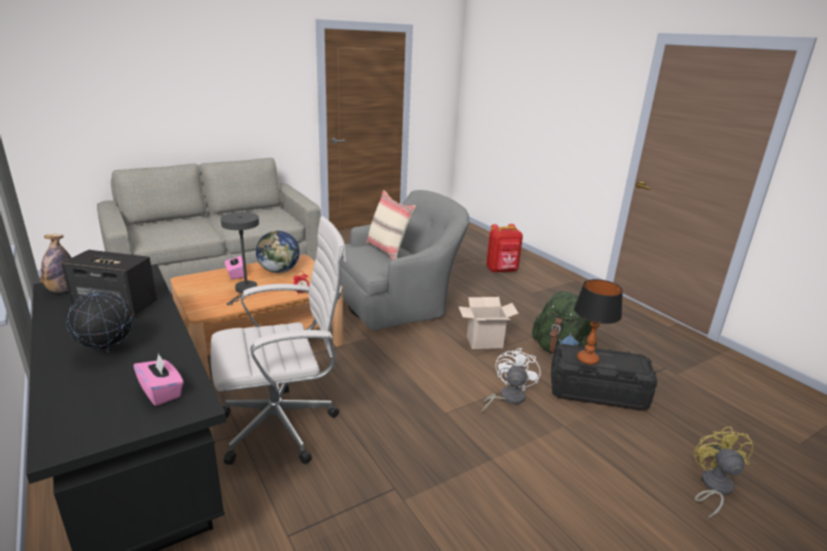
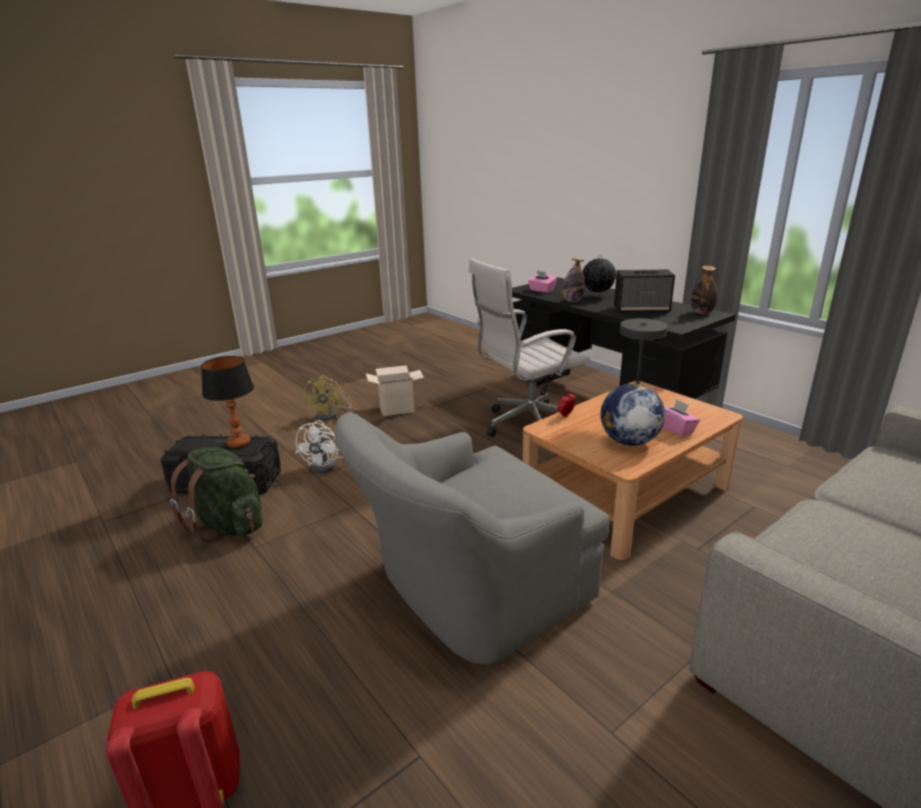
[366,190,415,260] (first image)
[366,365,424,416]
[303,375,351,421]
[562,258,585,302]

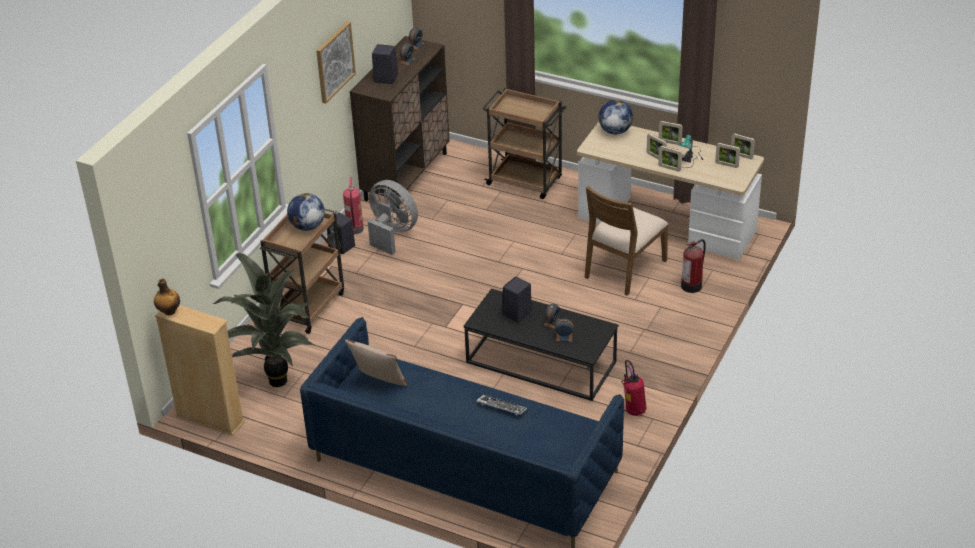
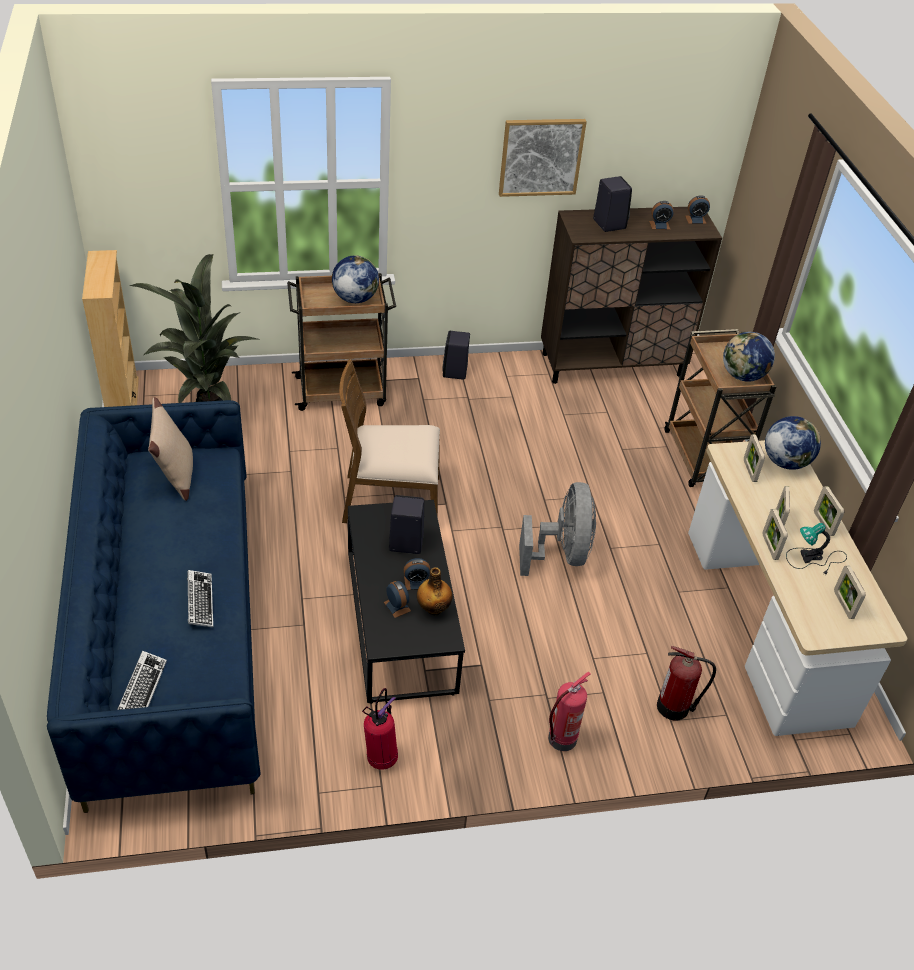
[744,434,765,482]
[548,672,591,751]
[519,482,596,576]
[339,359,440,523]
[417,567,452,615]
[723,332,775,382]
[117,651,167,710]

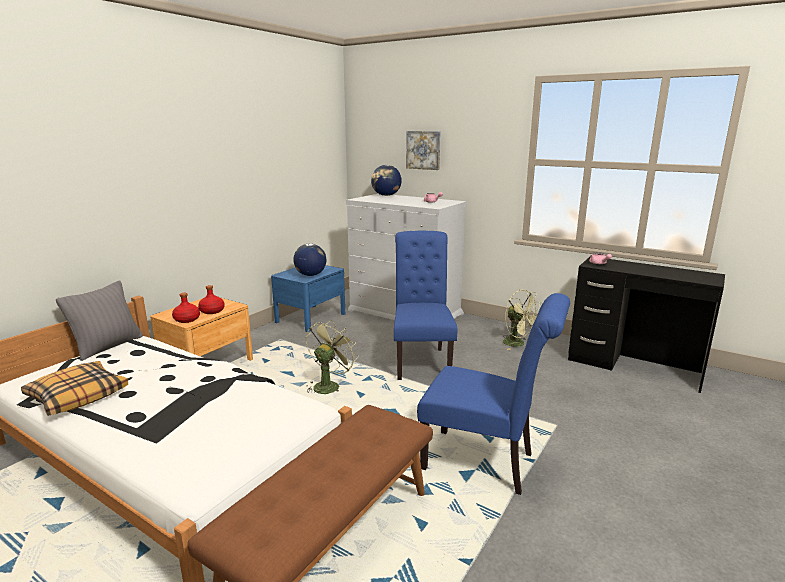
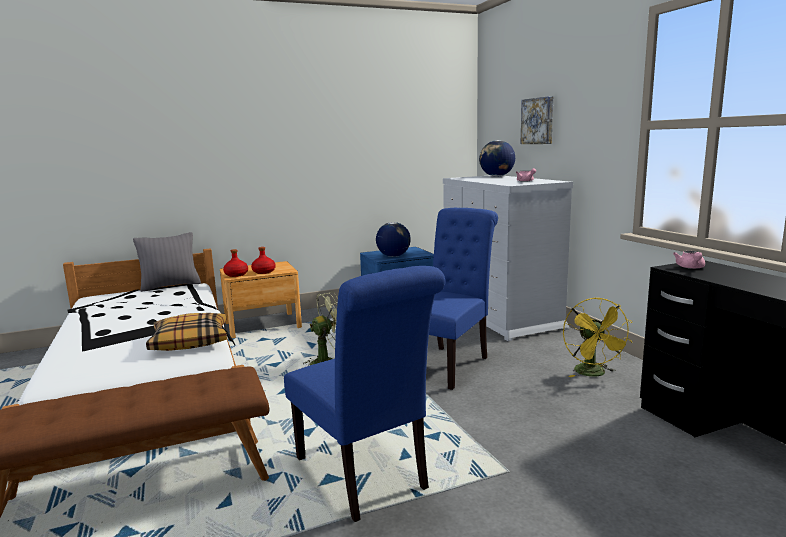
[563,297,632,377]
[146,313,227,351]

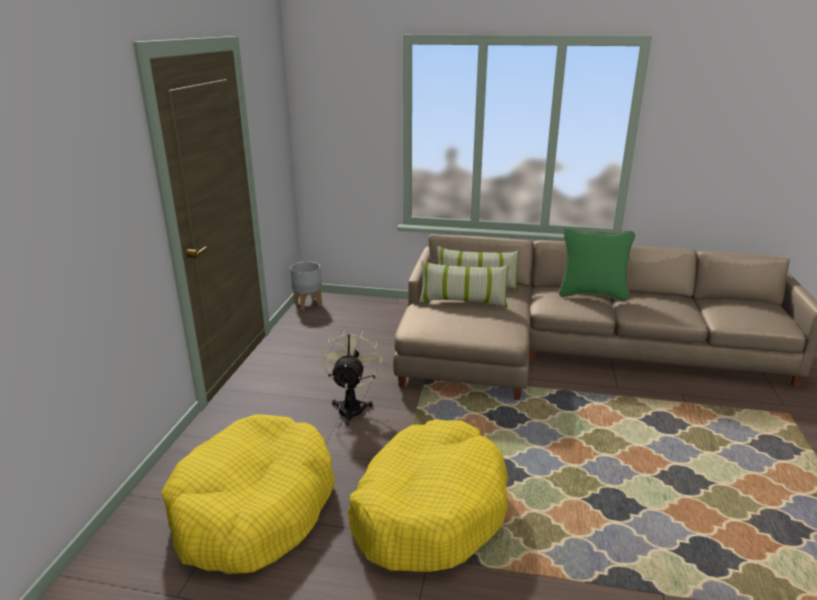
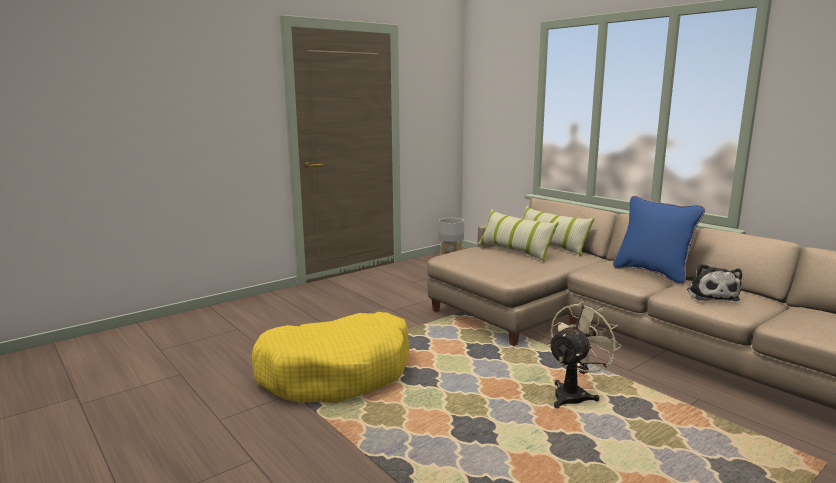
[613,196,705,284]
[548,301,622,408]
[162,414,335,574] (first image)
[687,264,742,301]

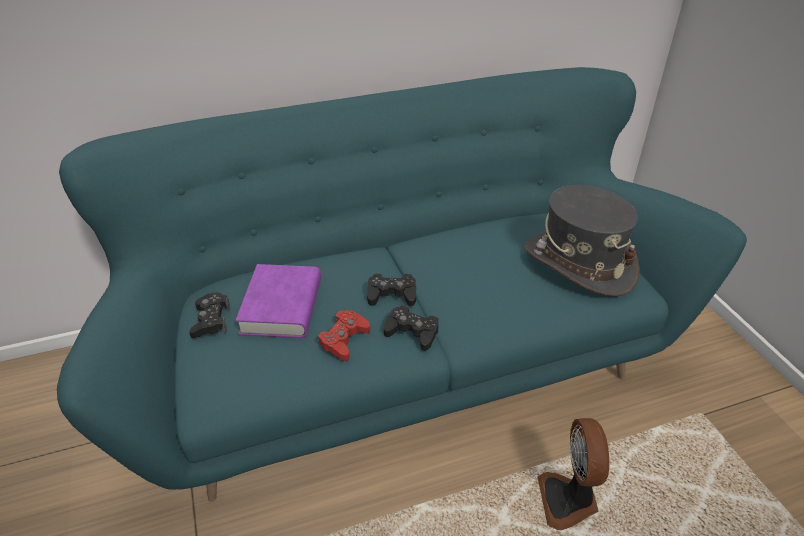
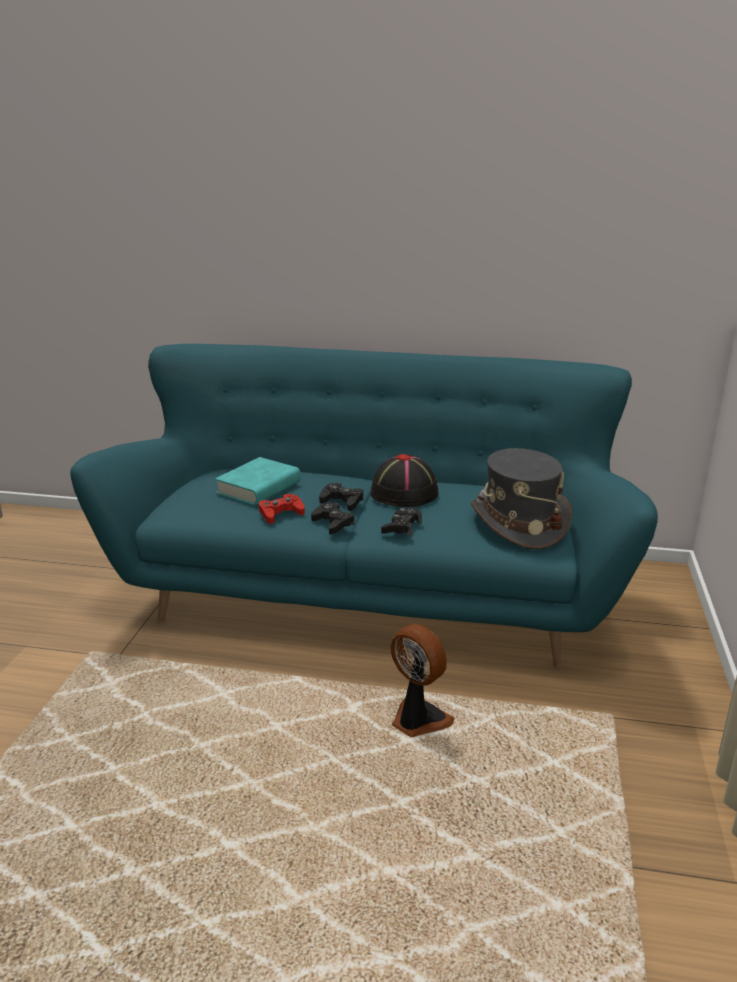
[215,457,301,506]
[381,507,422,537]
[391,624,454,737]
[371,454,439,507]

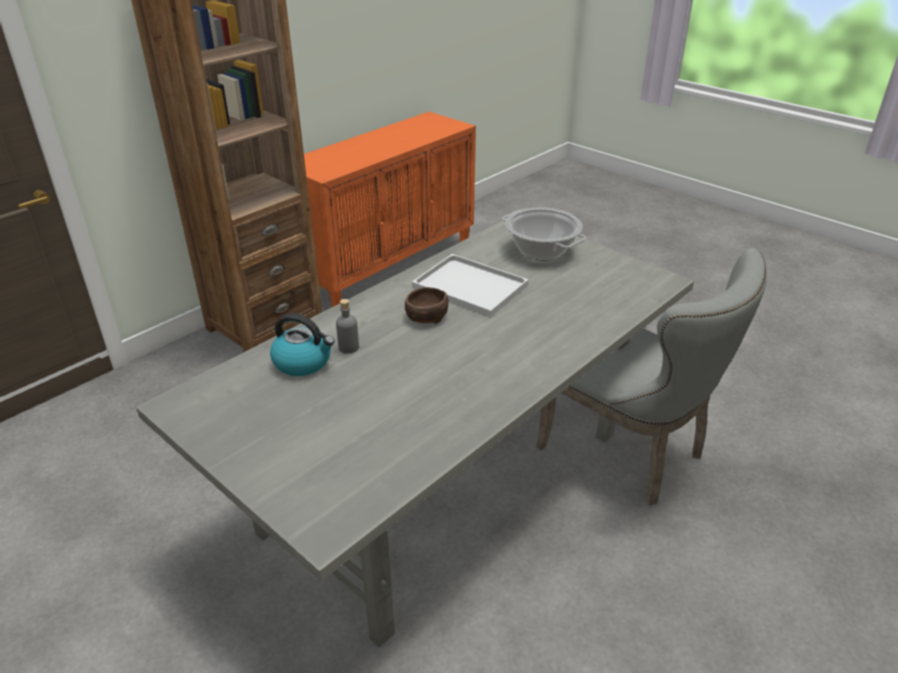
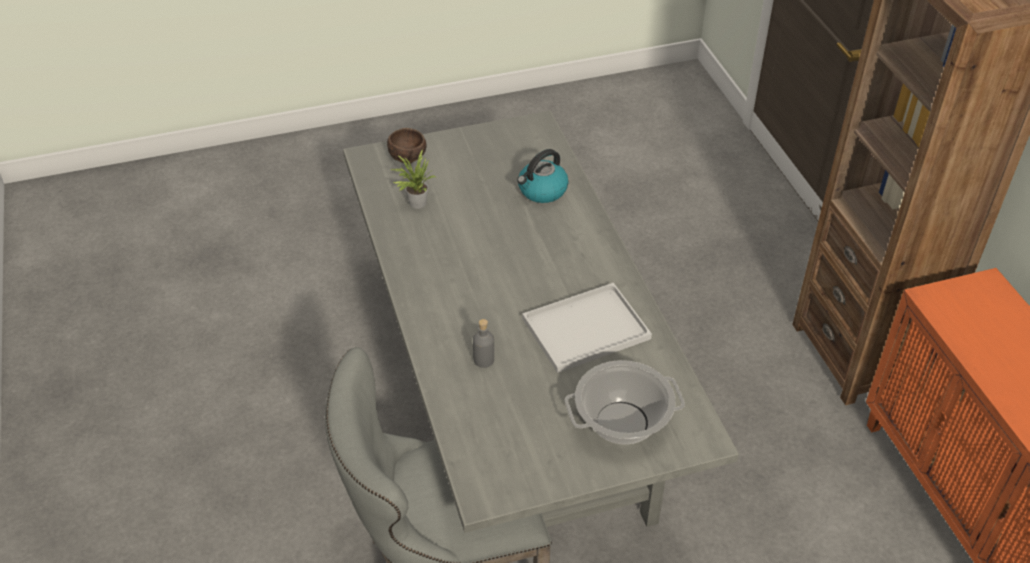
[387,128,426,164]
[473,319,494,368]
[391,149,436,209]

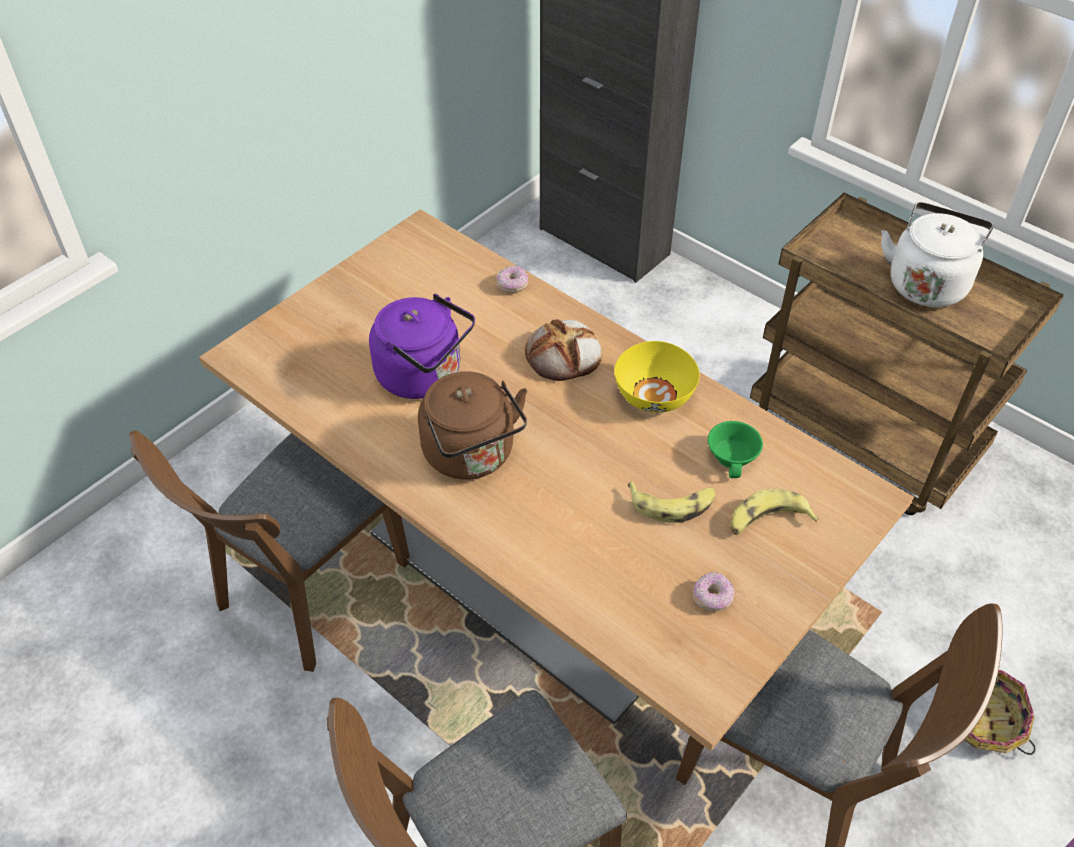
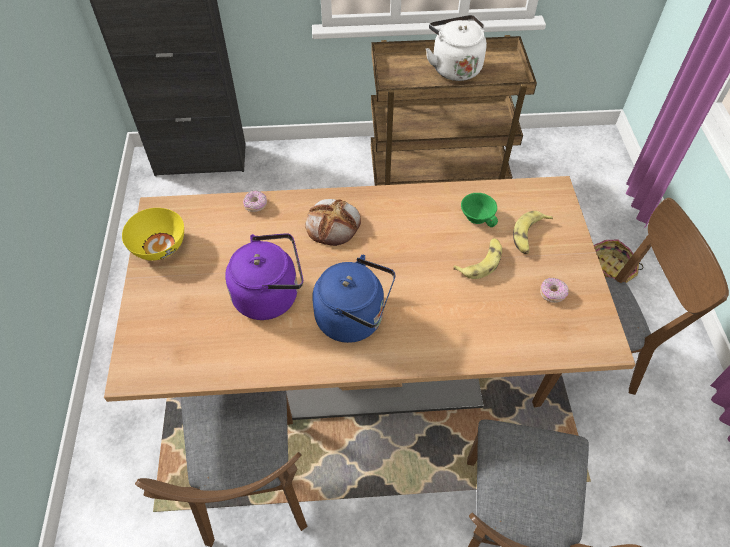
[122,208,184,261]
[312,255,395,343]

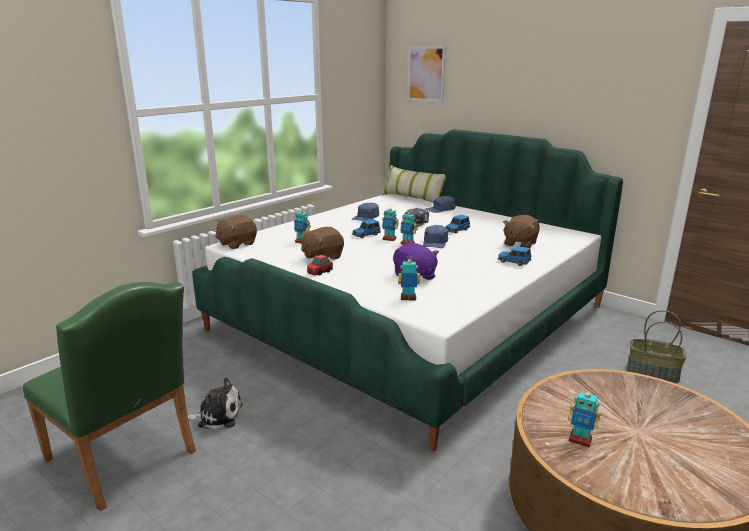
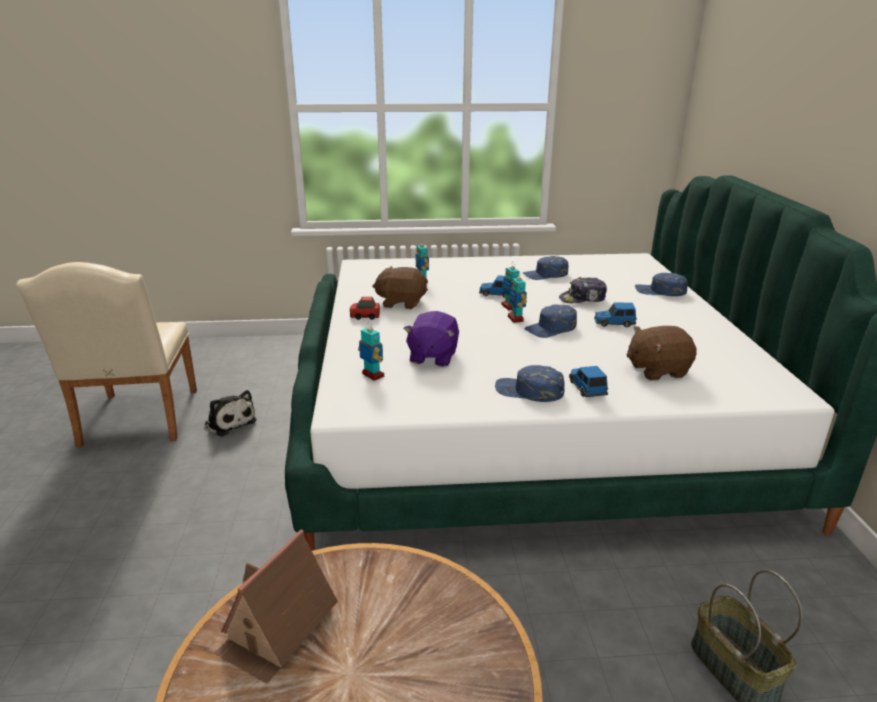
[408,46,446,103] (first image)
[382,165,446,203] (first image)
[215,215,257,249] (first image)
[16,262,197,448]
[214,530,338,684]
[495,365,565,402]

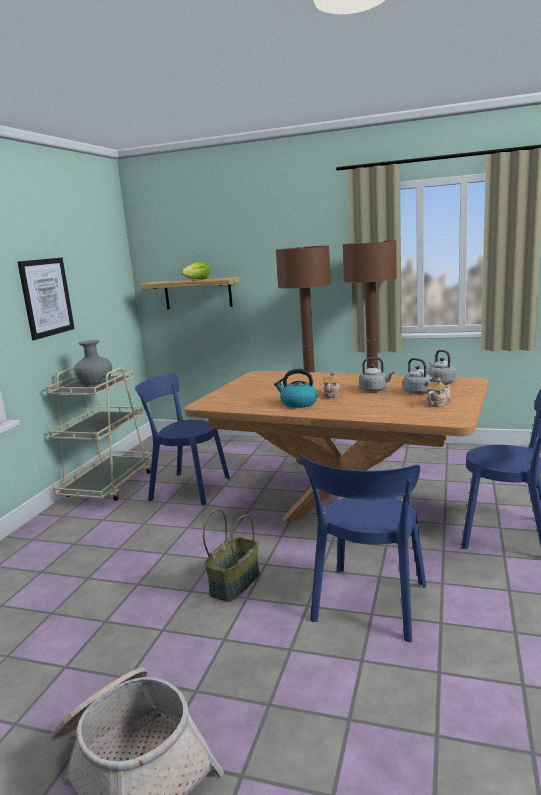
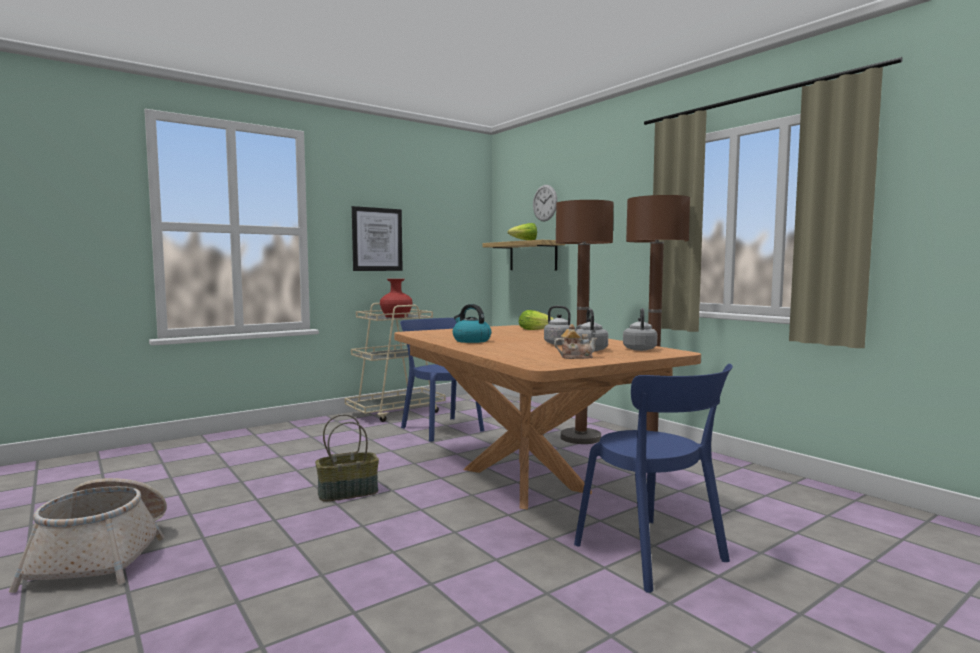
[380,279,412,318]
[323,371,341,398] (first image)
[300,454,426,642] (first image)
[533,185,558,221]
[519,310,554,330]

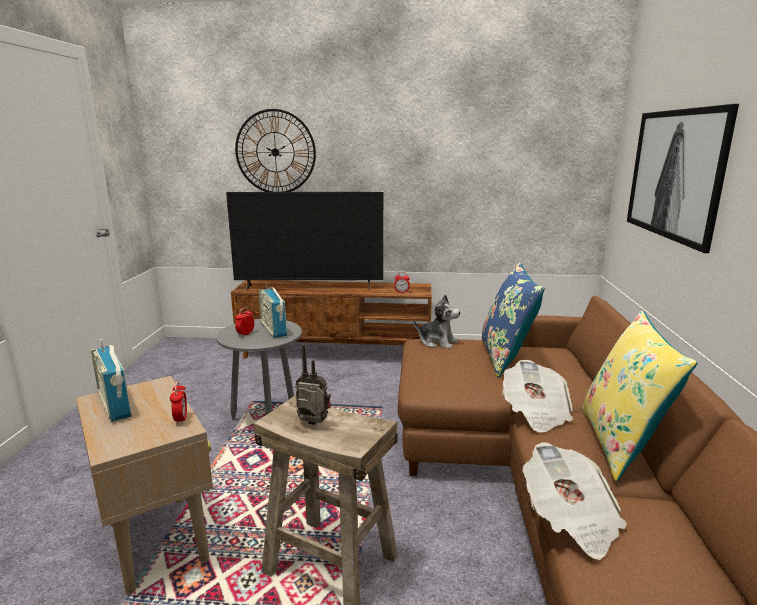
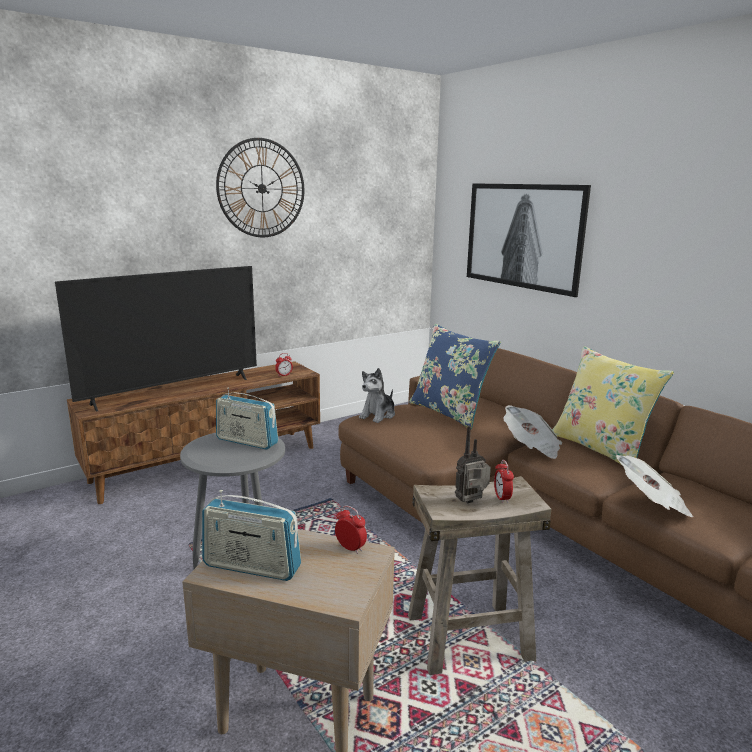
[216,138,304,237]
[359,368,395,423]
[494,460,514,503]

